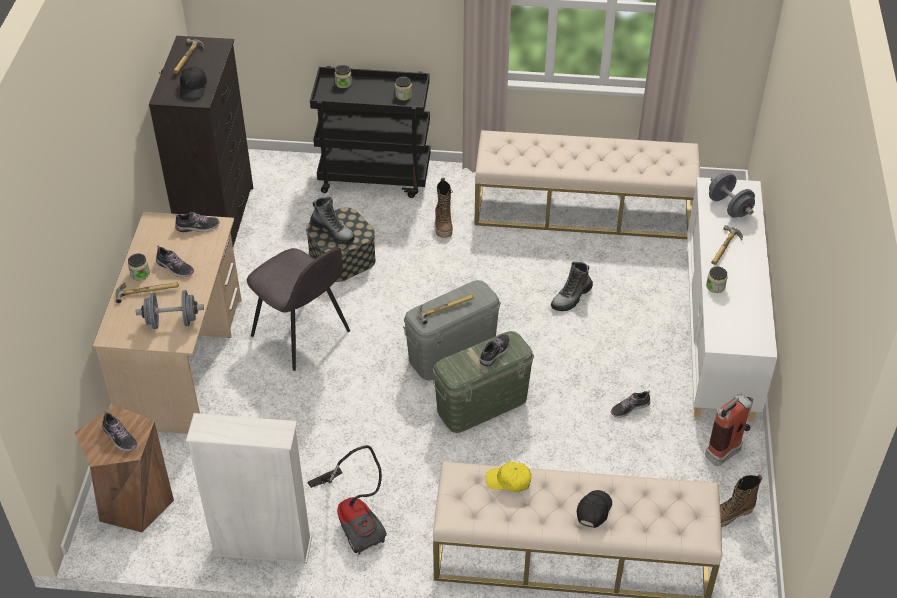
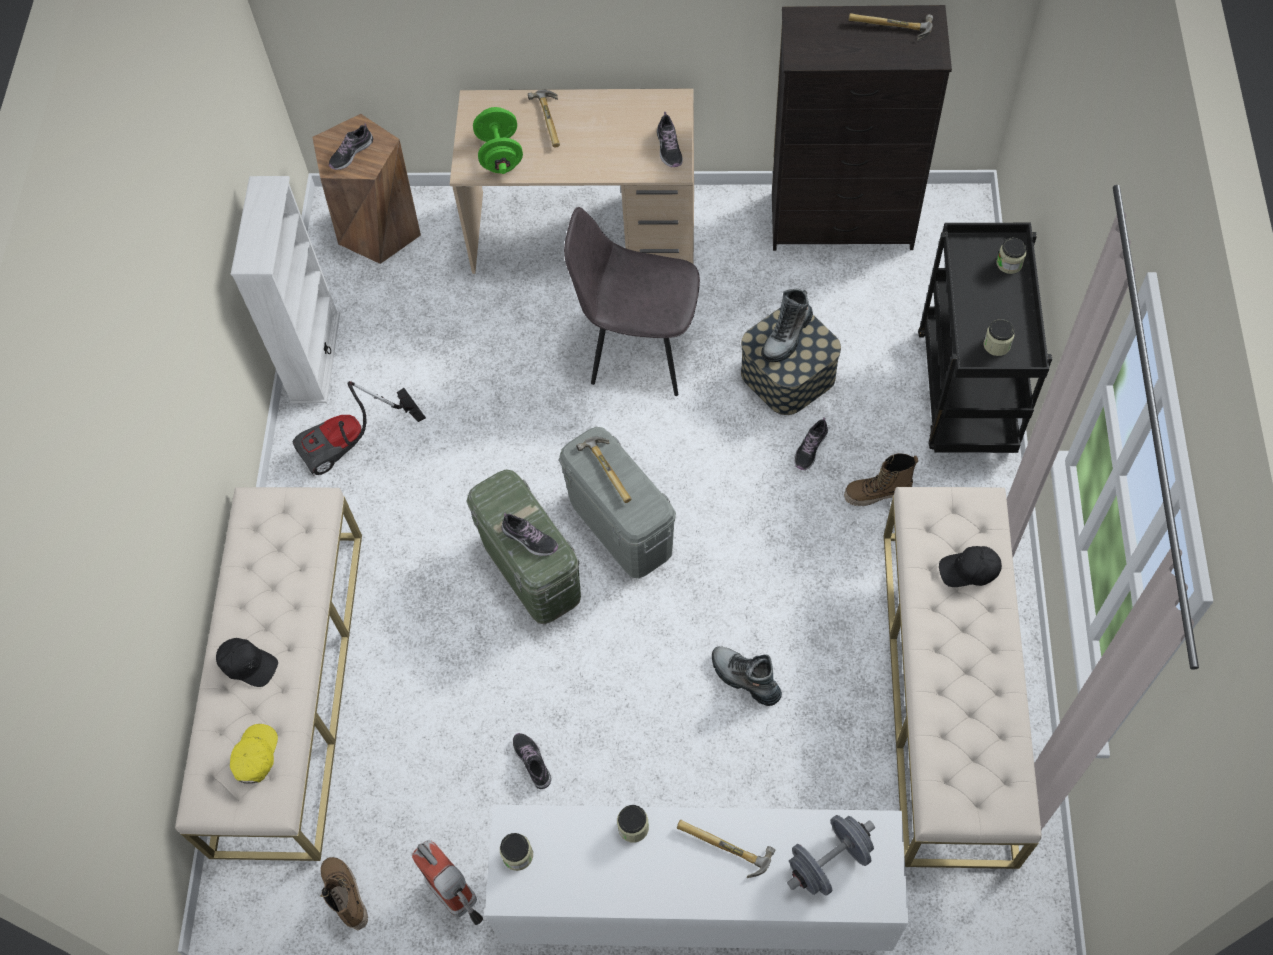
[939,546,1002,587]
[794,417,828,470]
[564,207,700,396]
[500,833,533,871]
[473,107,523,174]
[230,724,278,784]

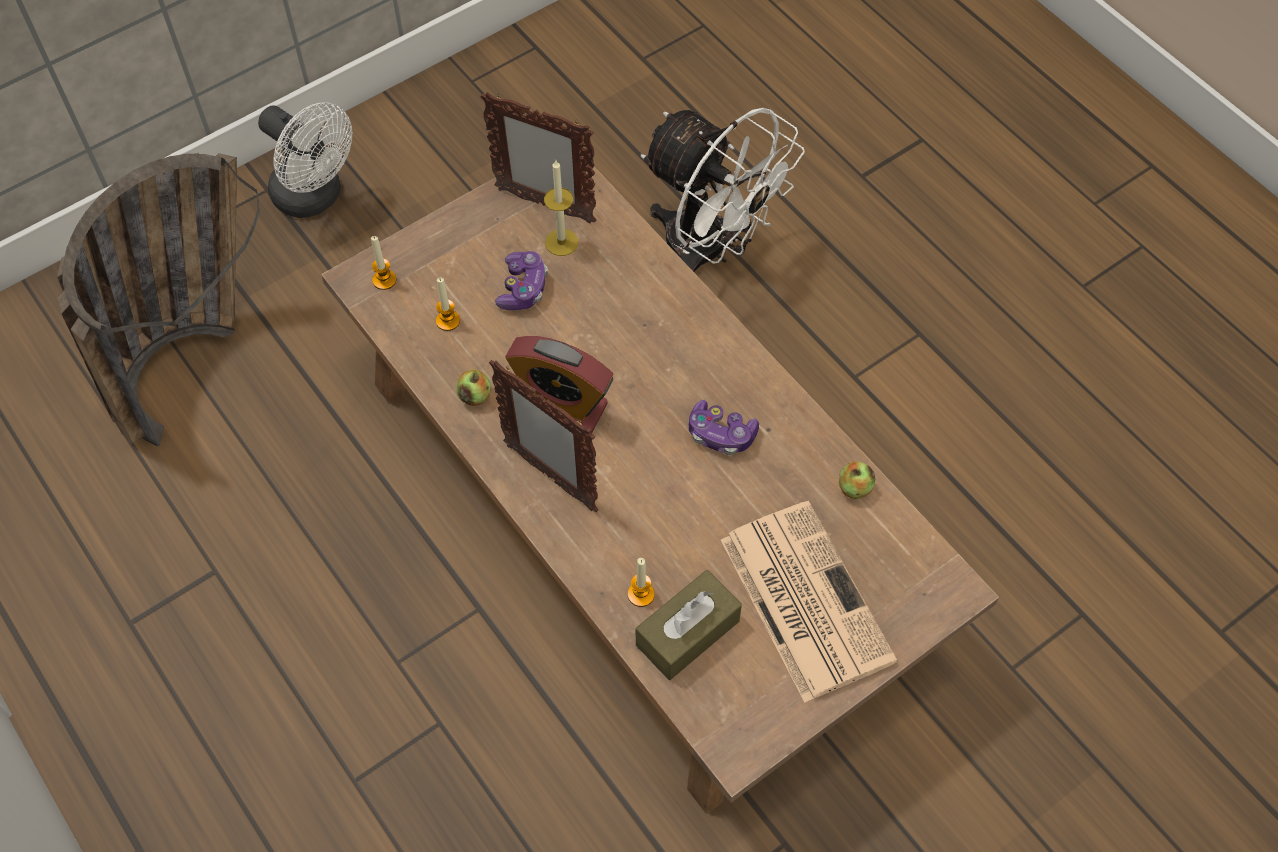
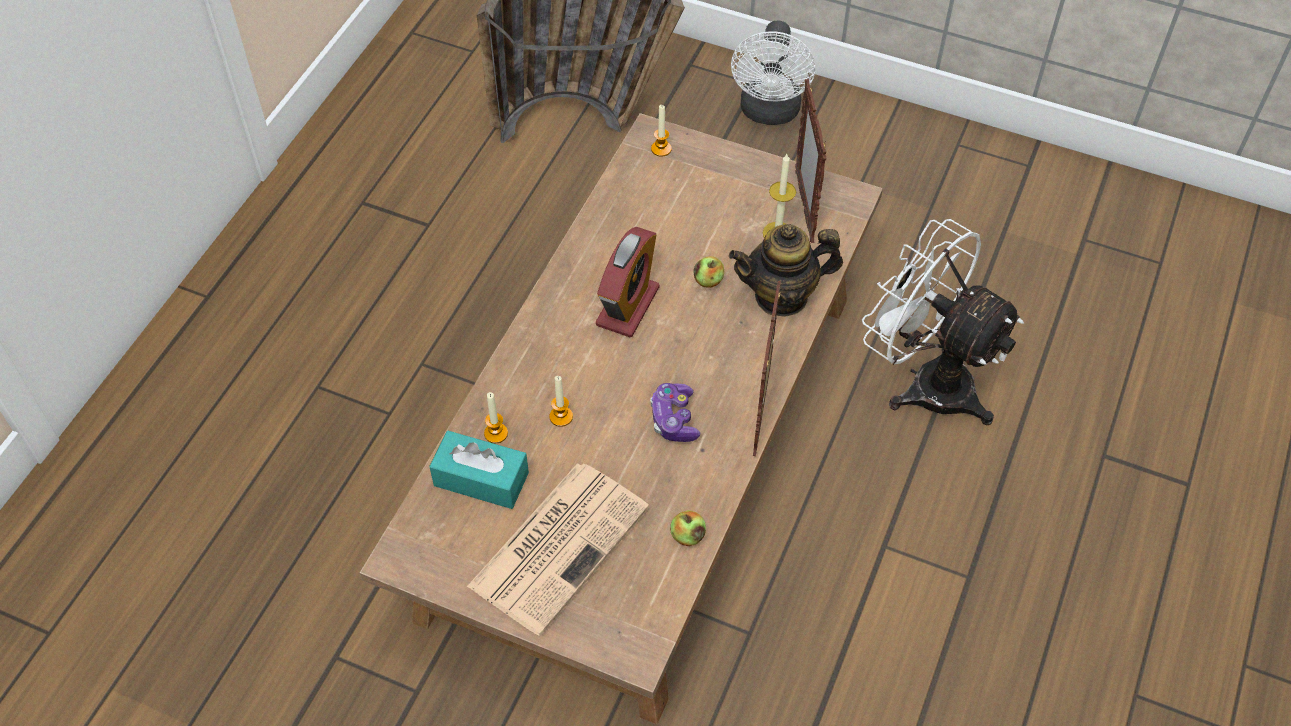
[862,219,1024,425]
[495,251,548,310] (first image)
[549,376,573,427]
[596,227,660,337]
[753,281,781,456]
[694,256,724,288]
[429,431,529,509]
[729,224,843,317]

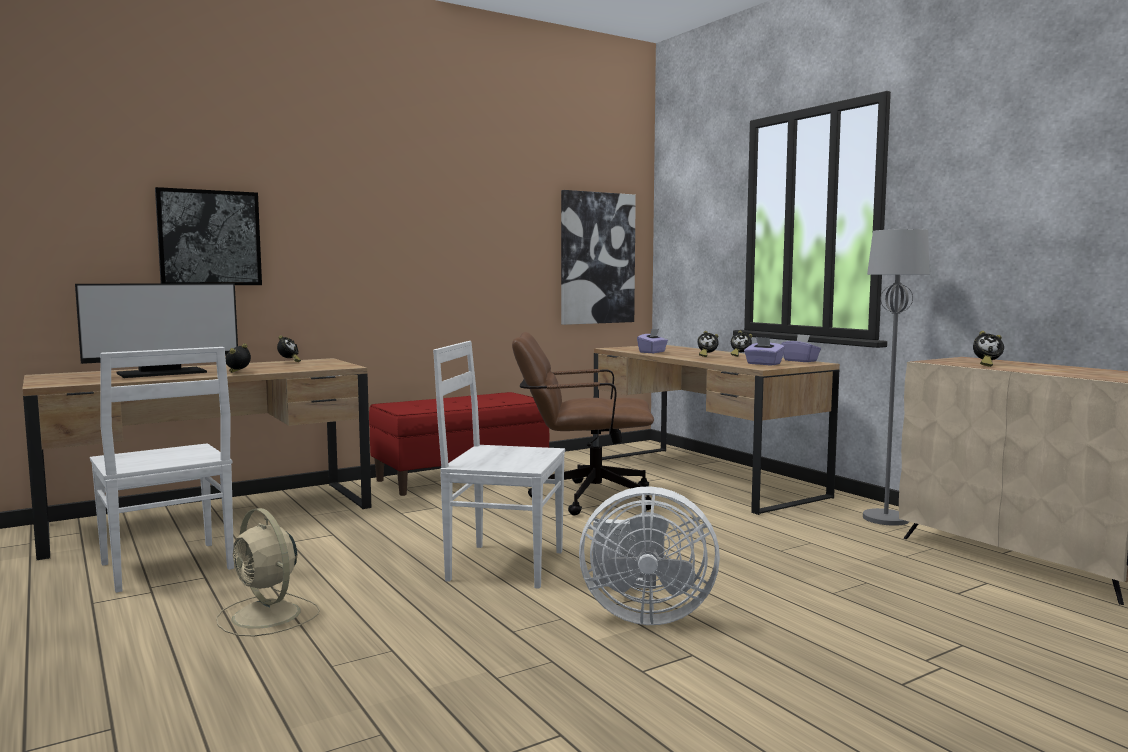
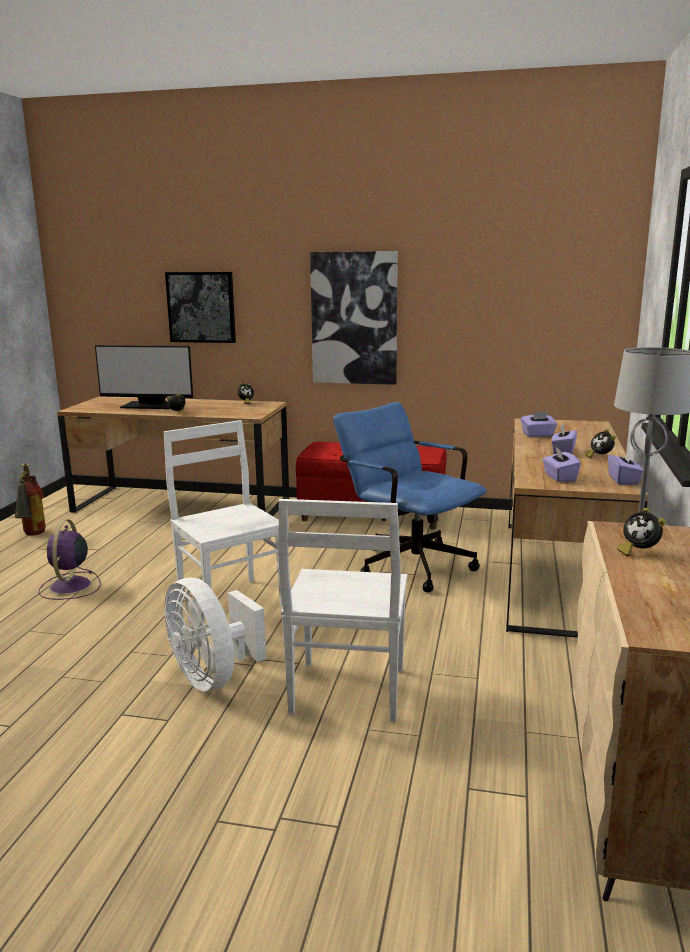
[310,251,398,385]
[551,424,577,454]
[333,402,487,592]
[279,499,407,722]
[38,519,100,600]
[15,463,46,535]

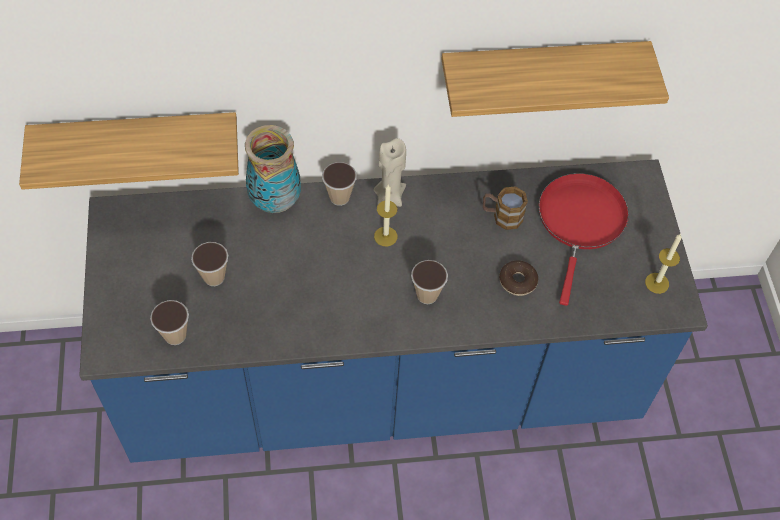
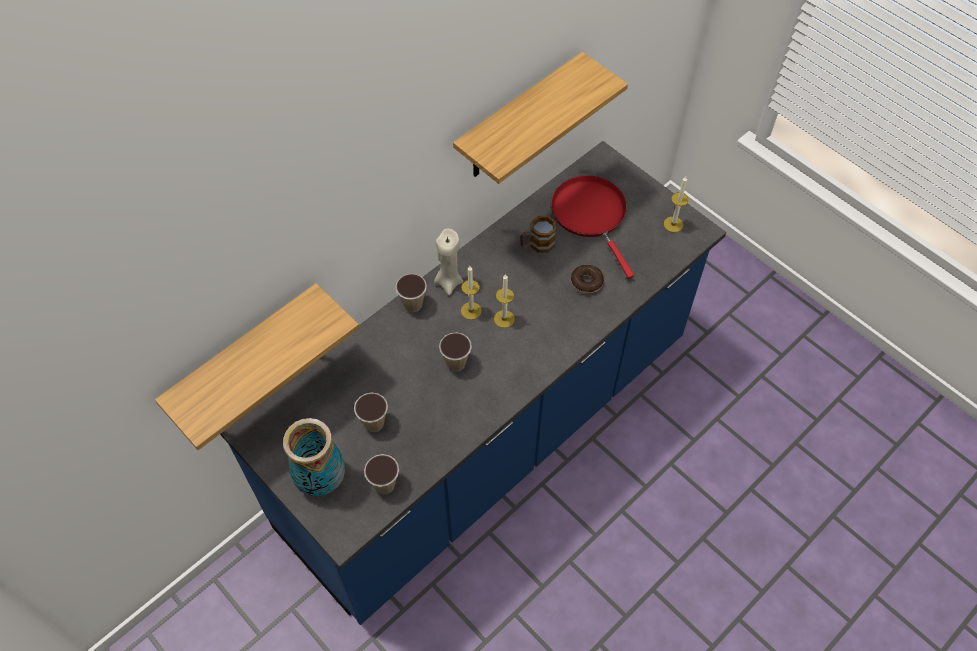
[283,418,345,496]
[439,332,472,372]
[494,274,515,328]

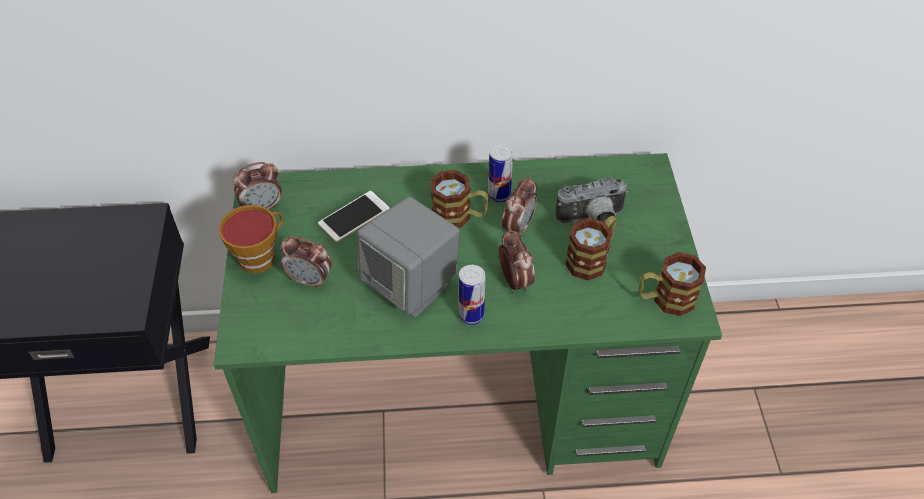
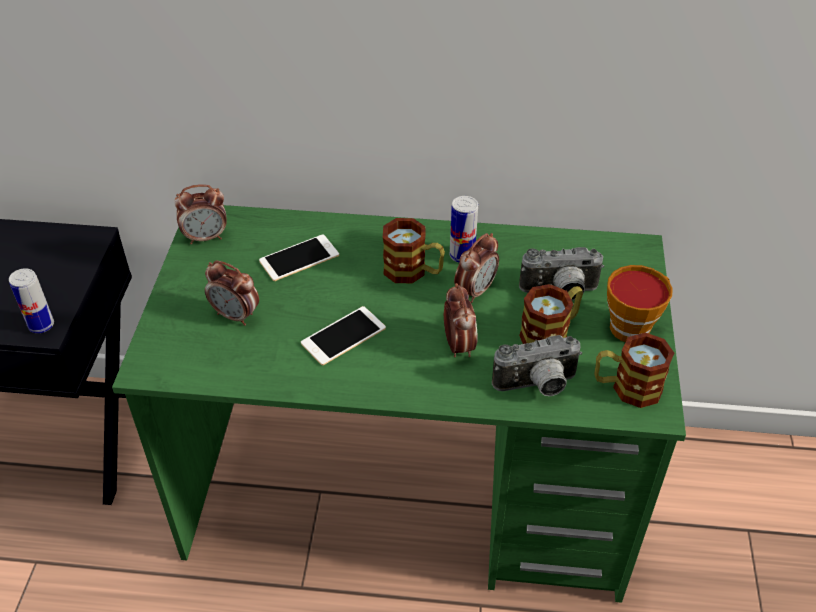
[301,306,386,365]
[607,265,673,342]
[9,268,54,333]
[492,335,582,396]

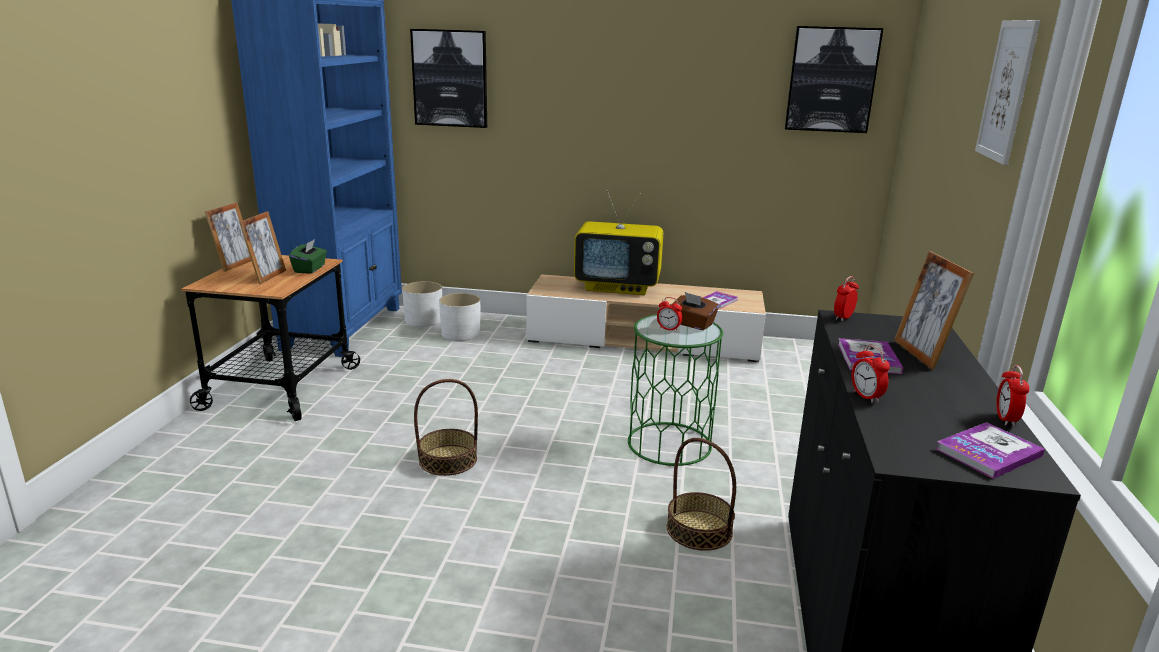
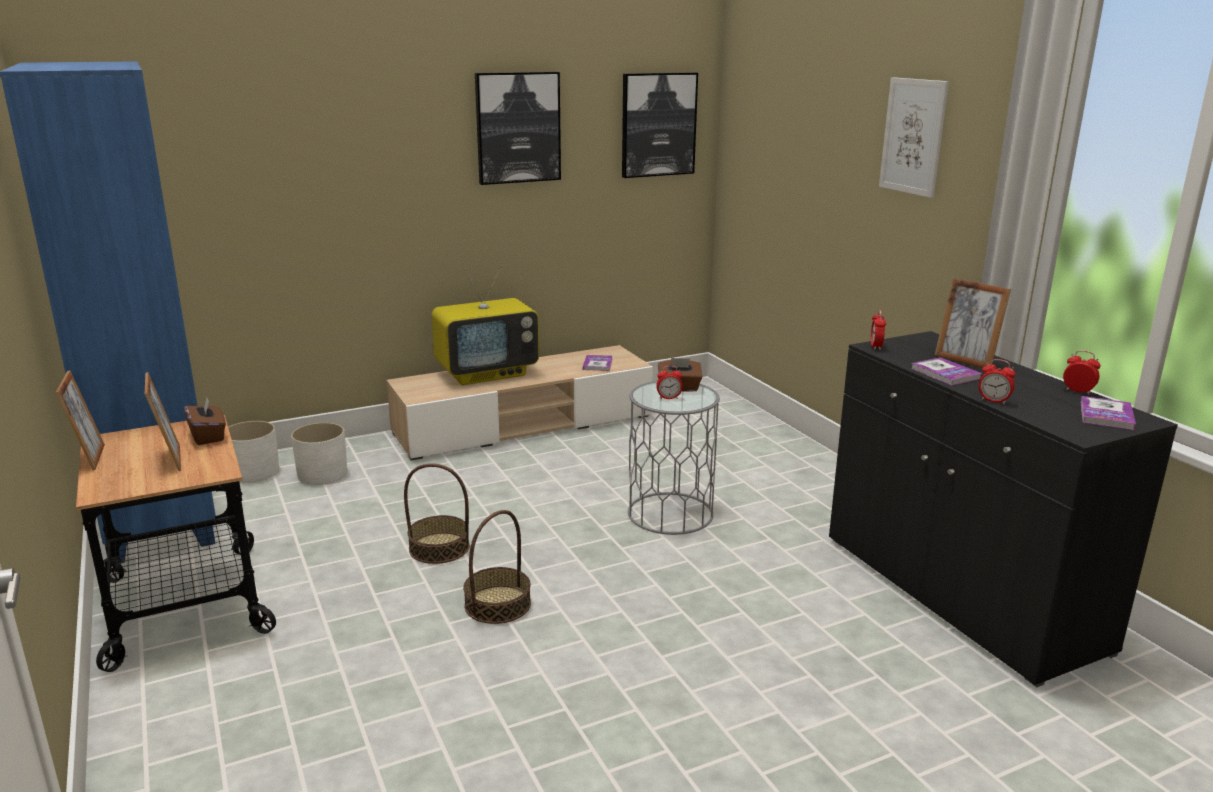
[475,72,561,185]
[184,398,226,445]
[628,381,720,535]
[1063,350,1101,395]
[404,463,470,564]

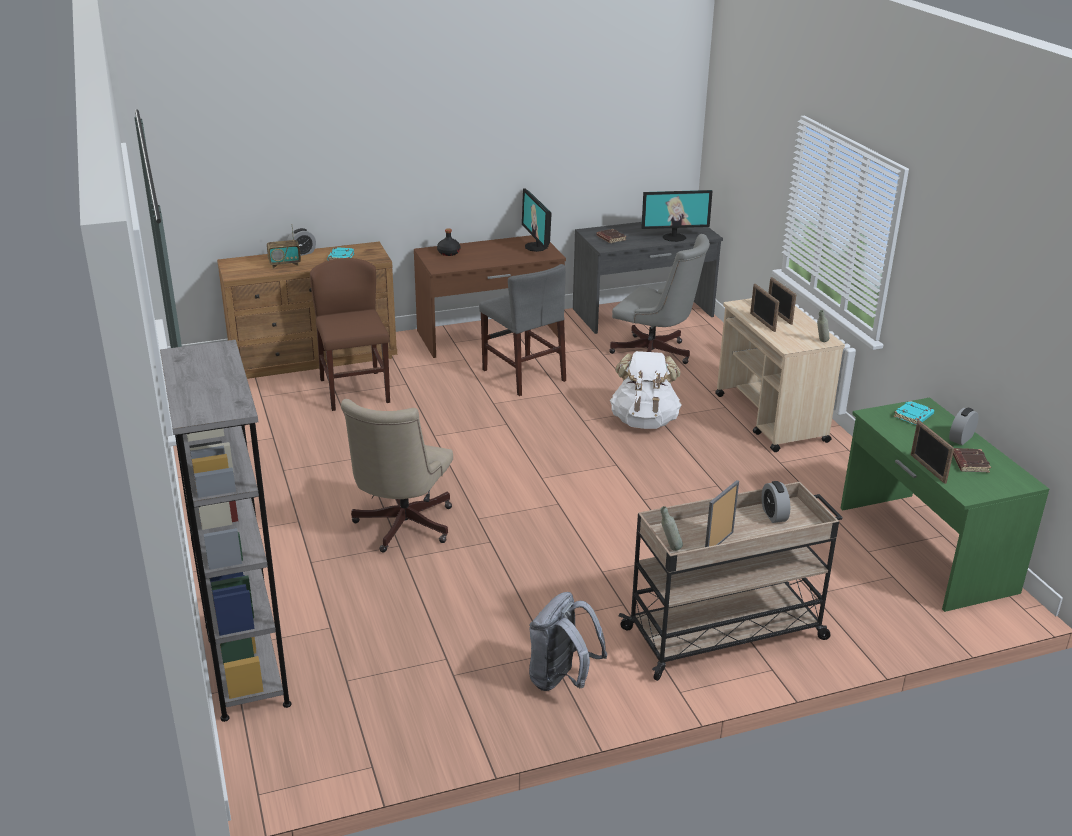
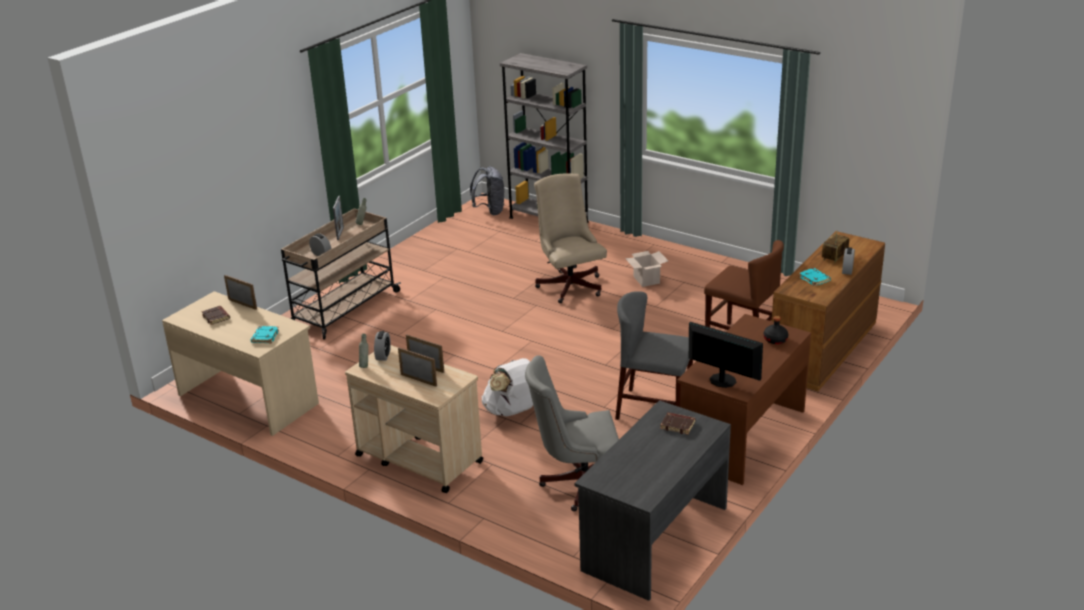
[641,190,712,242] (first image)
[162,291,319,436]
[374,331,391,361]
[470,166,504,215]
[625,251,668,287]

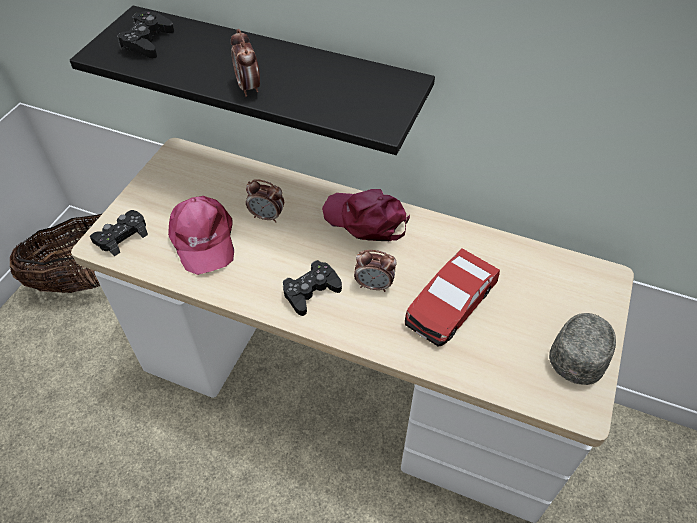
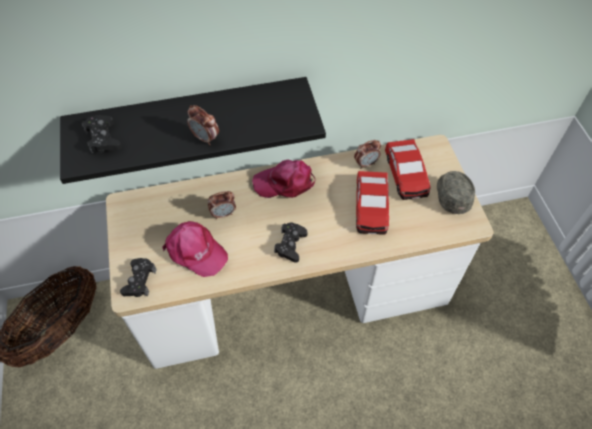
[354,140,381,169]
[385,139,431,200]

